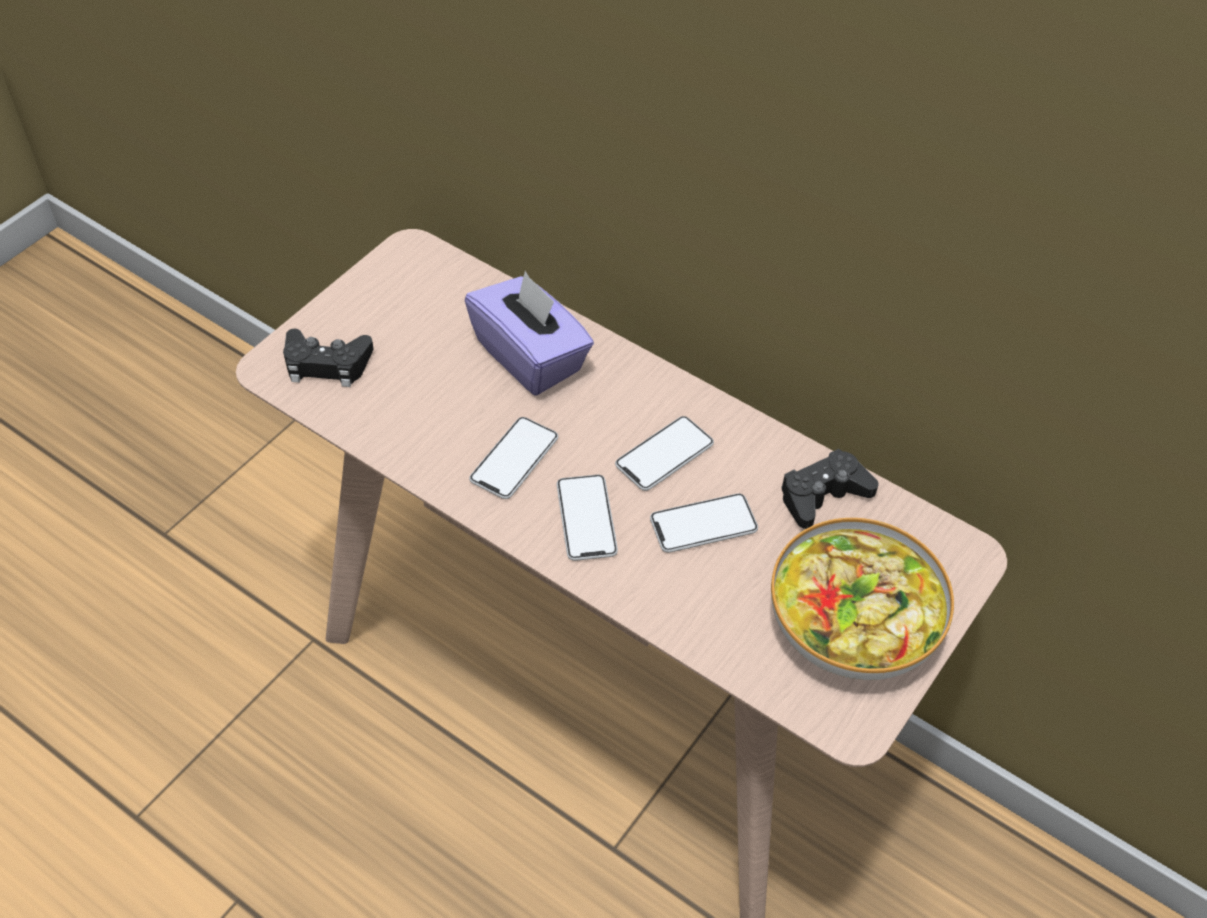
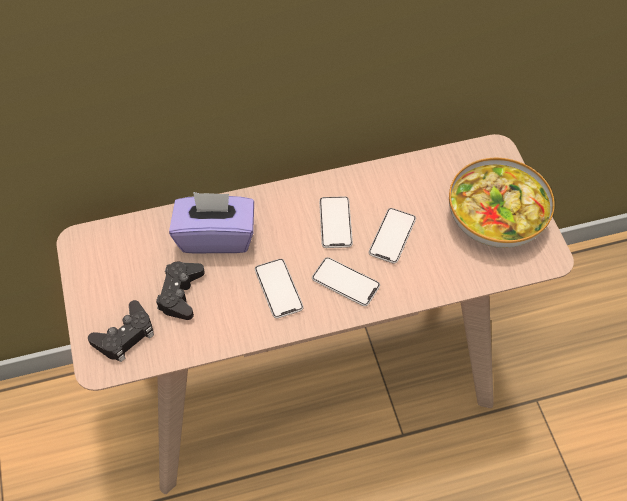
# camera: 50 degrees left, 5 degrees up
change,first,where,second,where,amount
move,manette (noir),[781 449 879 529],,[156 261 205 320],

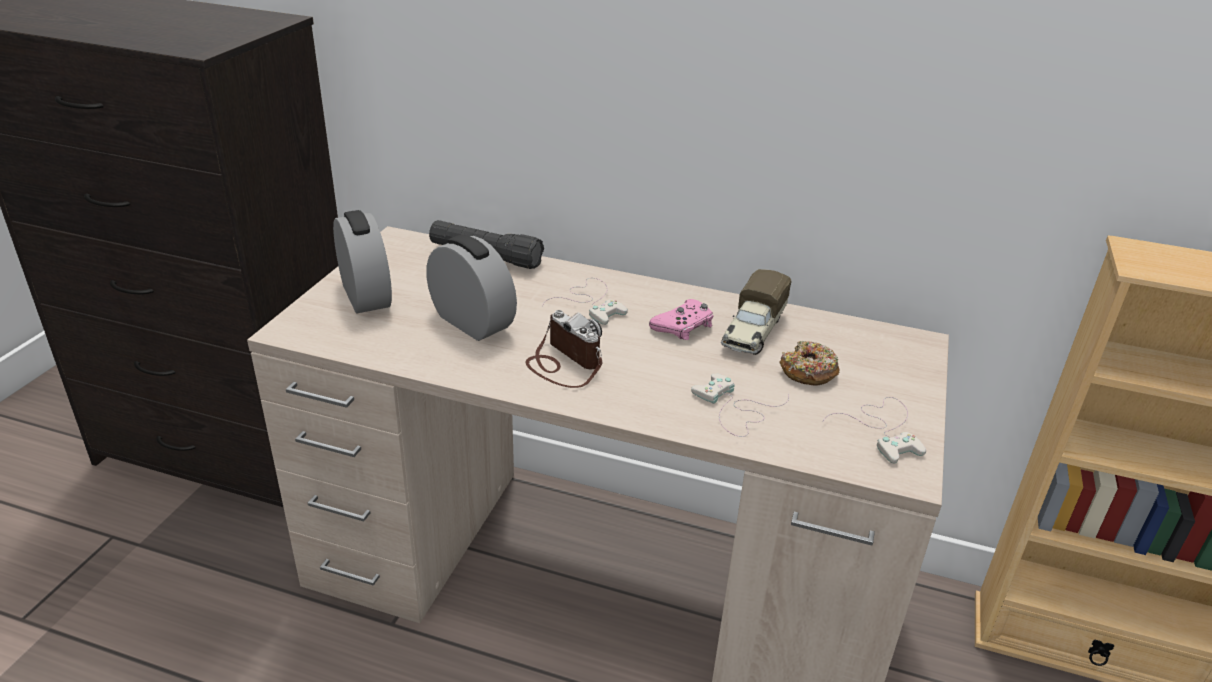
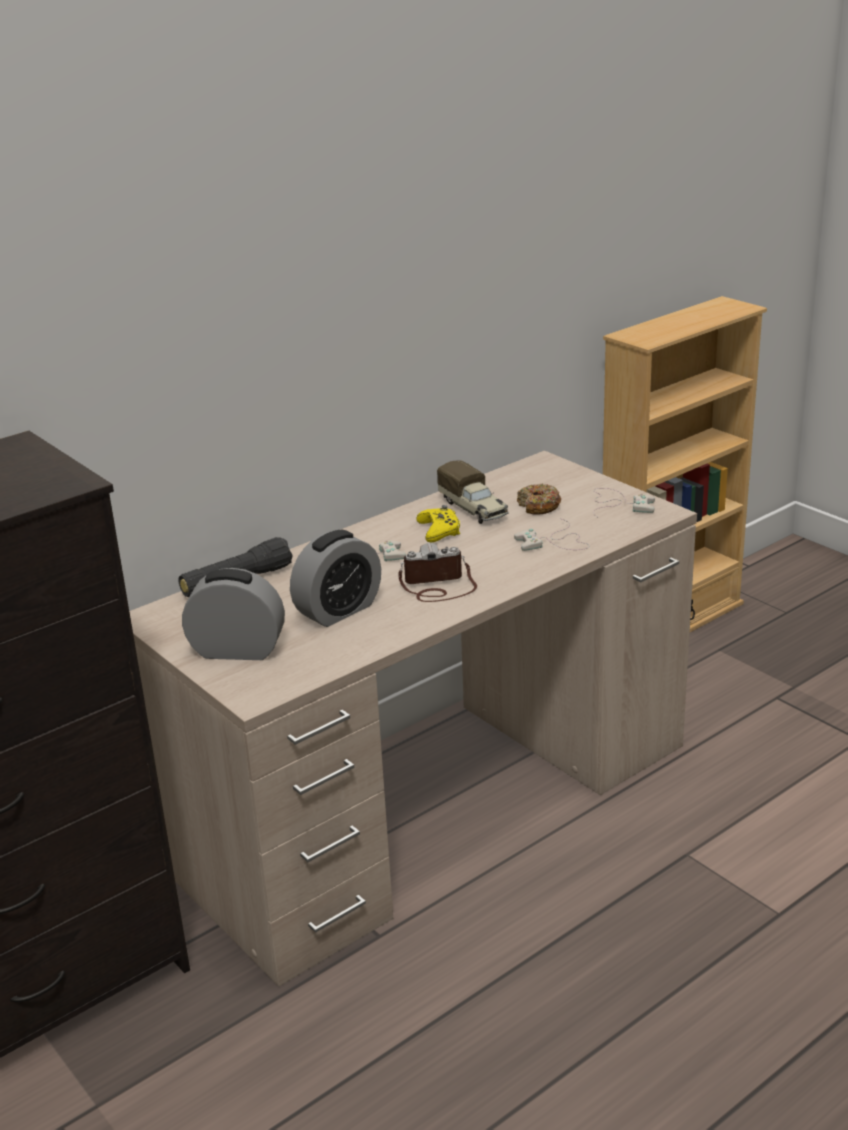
# camera: 55 degrees left, 5 degrees down
change,first,where,second,where,amount
recolor,manette (rose),[649 299 713 340],manette (jaune),[416 505 460 543],
rotate,réveil,[426 235 517 341],,[290 530 381 627],150 degrees clockwise

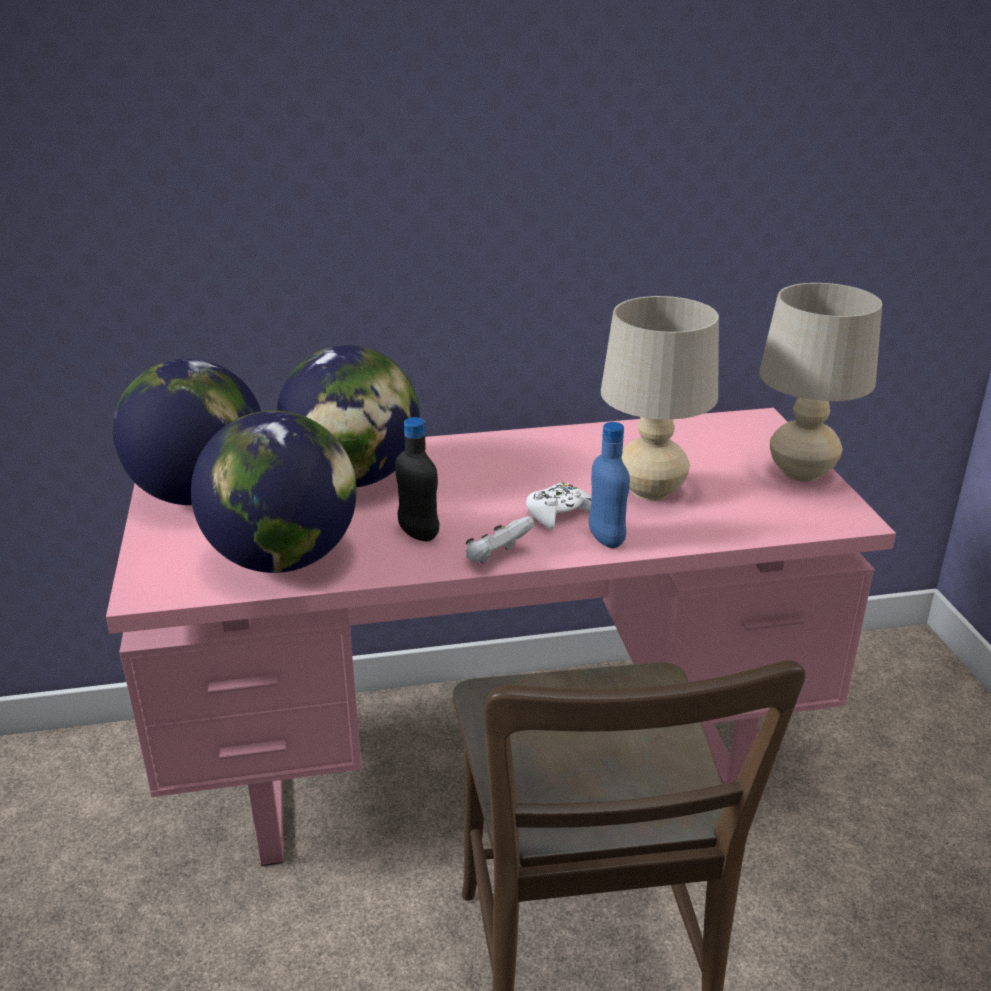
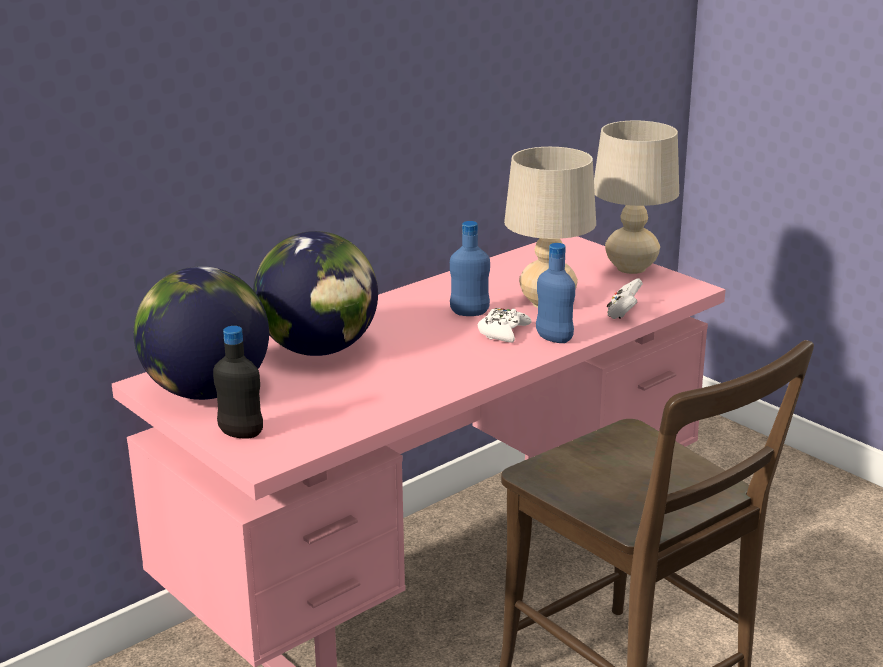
# camera: 30 degrees left, 5 degrees down
change,first,where,second,where,amount
delete,globe,[191 410 357 573],,,
insert,,,bouteille (bleu),[450 221 490 316],
move,bouteille (noir),[395 417 439 541],,[213 326 263 438],
move,manette (blanc),[466 516 535 564],,[607 278 643 319],

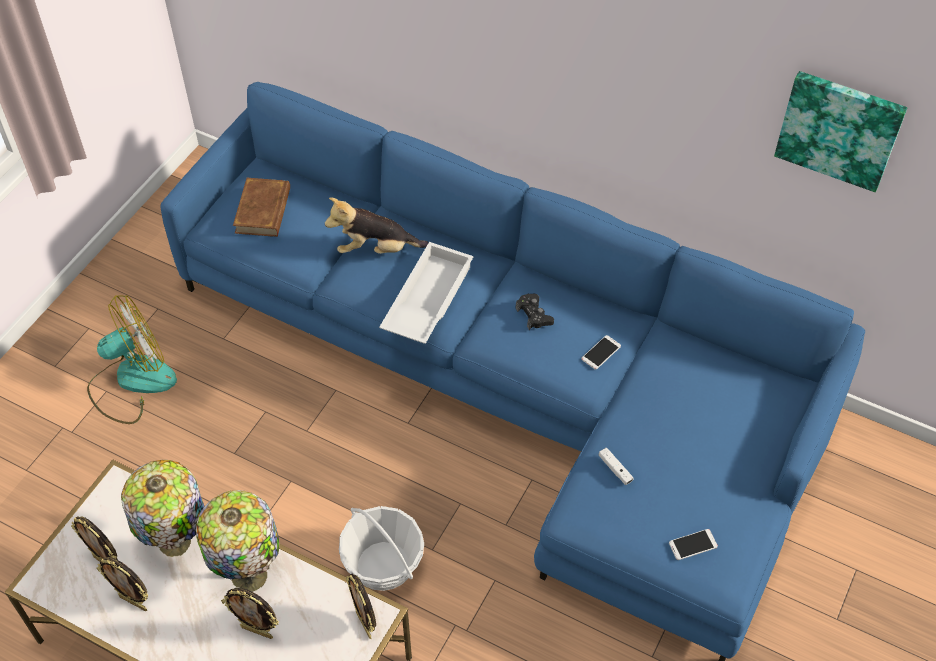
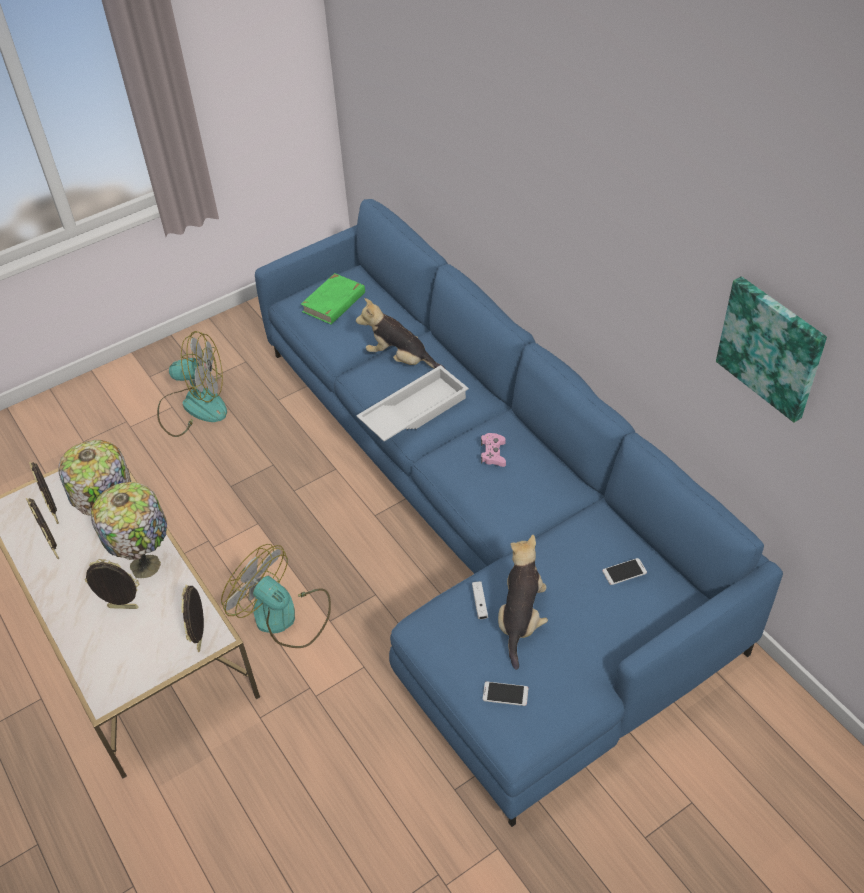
# camera: 30 degrees right, 5 degrees down
change,first,where,second,where,amount
insert,,,peluche,[498 535 548 670],
move,téléphone,[582 335 621 370],,[602 558 647 585],
replace,panier,[339 506 424 591],ventilateur,[221 544 331 648],
recolor,livre (marron),[233 178 290 237],livre (vert),[301 273 365 324],
recolor,manette (noir),[516 294 554 330],manette (rose),[481 433 506 467],
rotate,cadre photo,[221 588 279 639],,[85 559 139 609],135 degrees clockwise

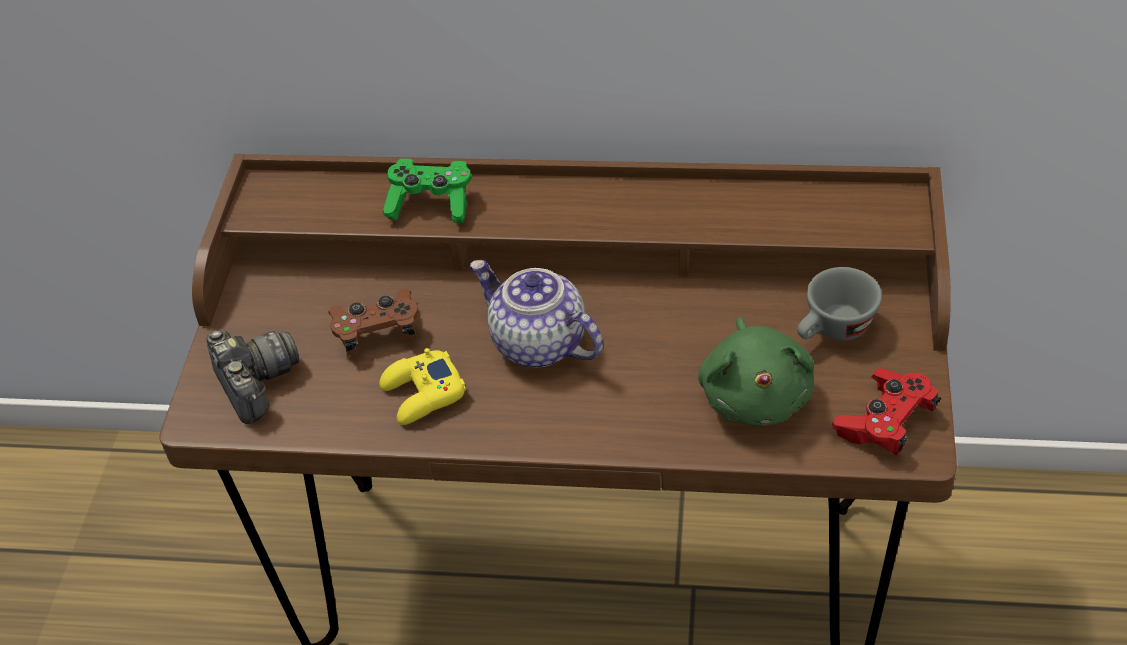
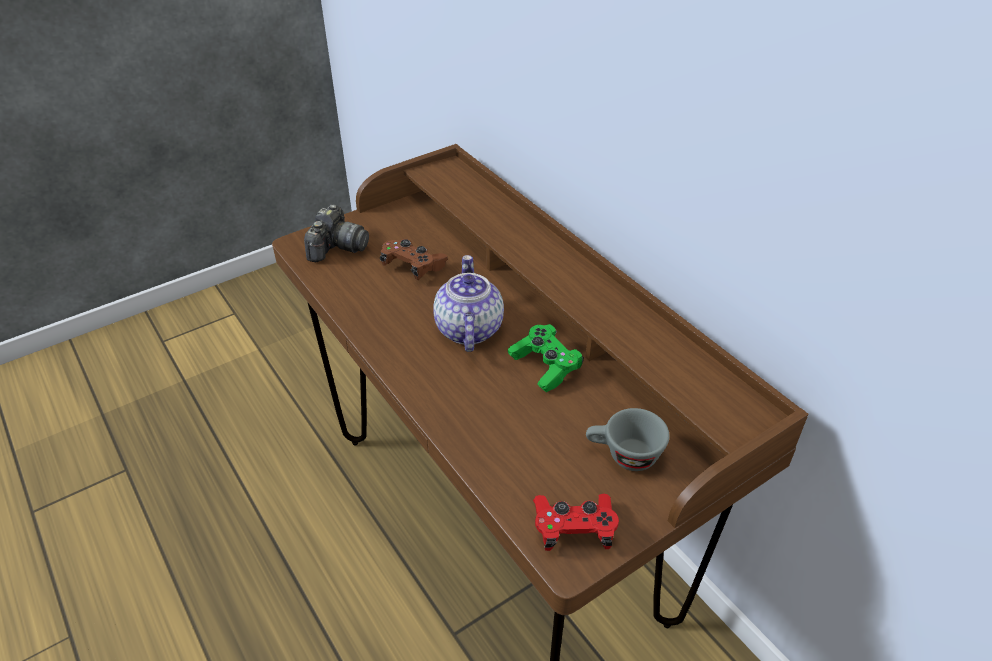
# camera: 45 degrees right, 5 degrees down
change,first,where,second,where,amount
delete,manette (jaune),[379 348 466 425],,,
delete,peluche (vert),[698 317 814 426],,,
move,manette (vert),[383 158 471 223],,[508 324 584 392],

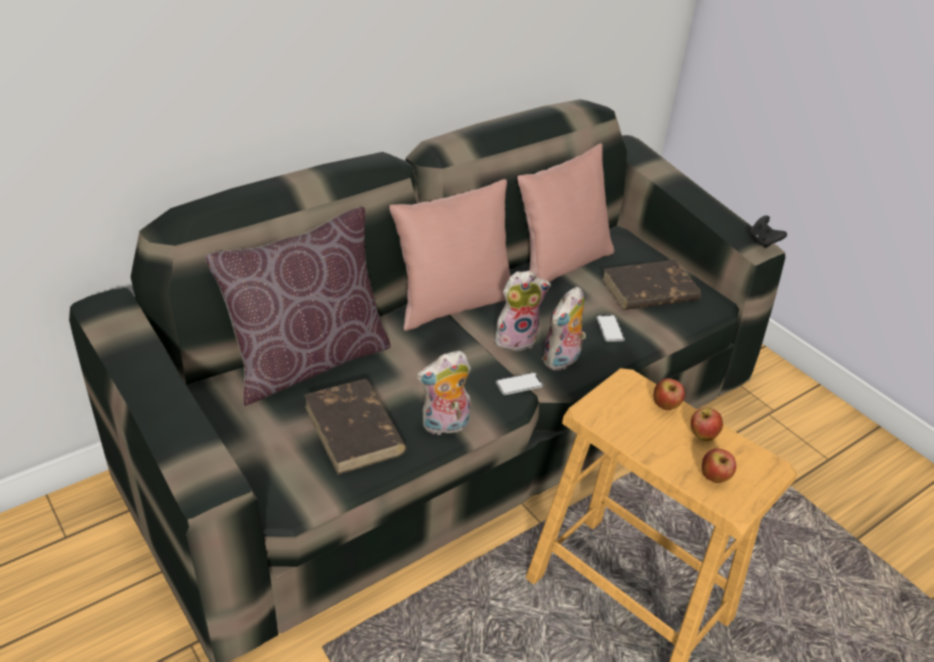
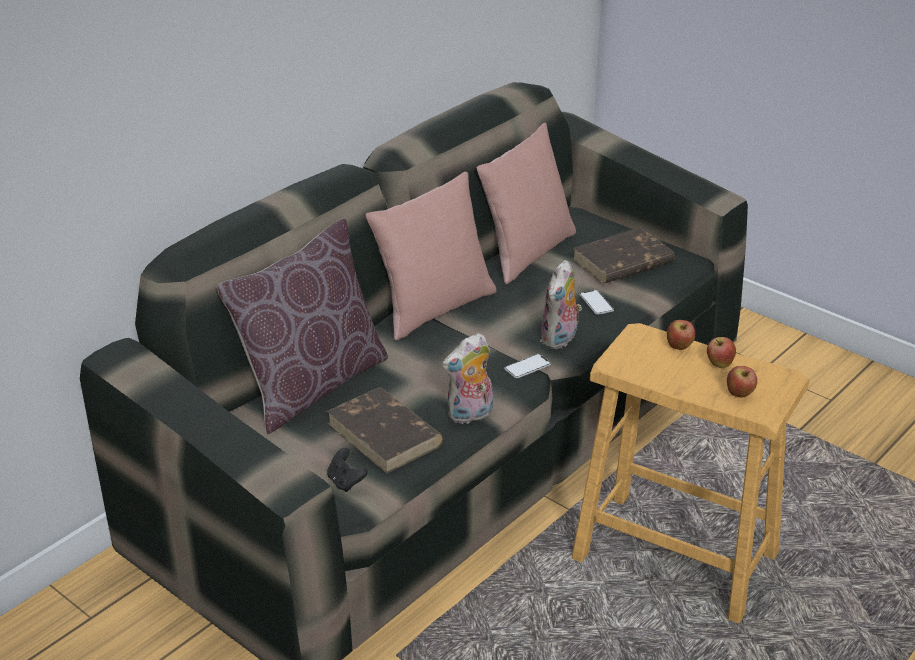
# camera: 10 degrees left, 5 degrees down
change,first,where,second,where,amount
delete,peluche,[495 270 551 351],,,
move,manette (noir),[750 216 787 248],,[327 448 368 492],

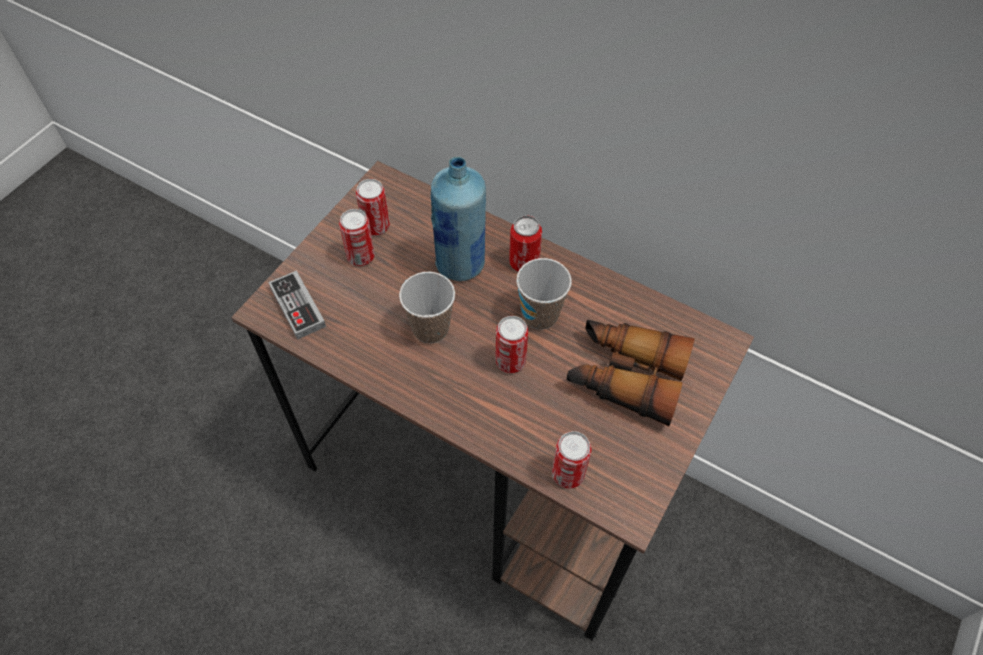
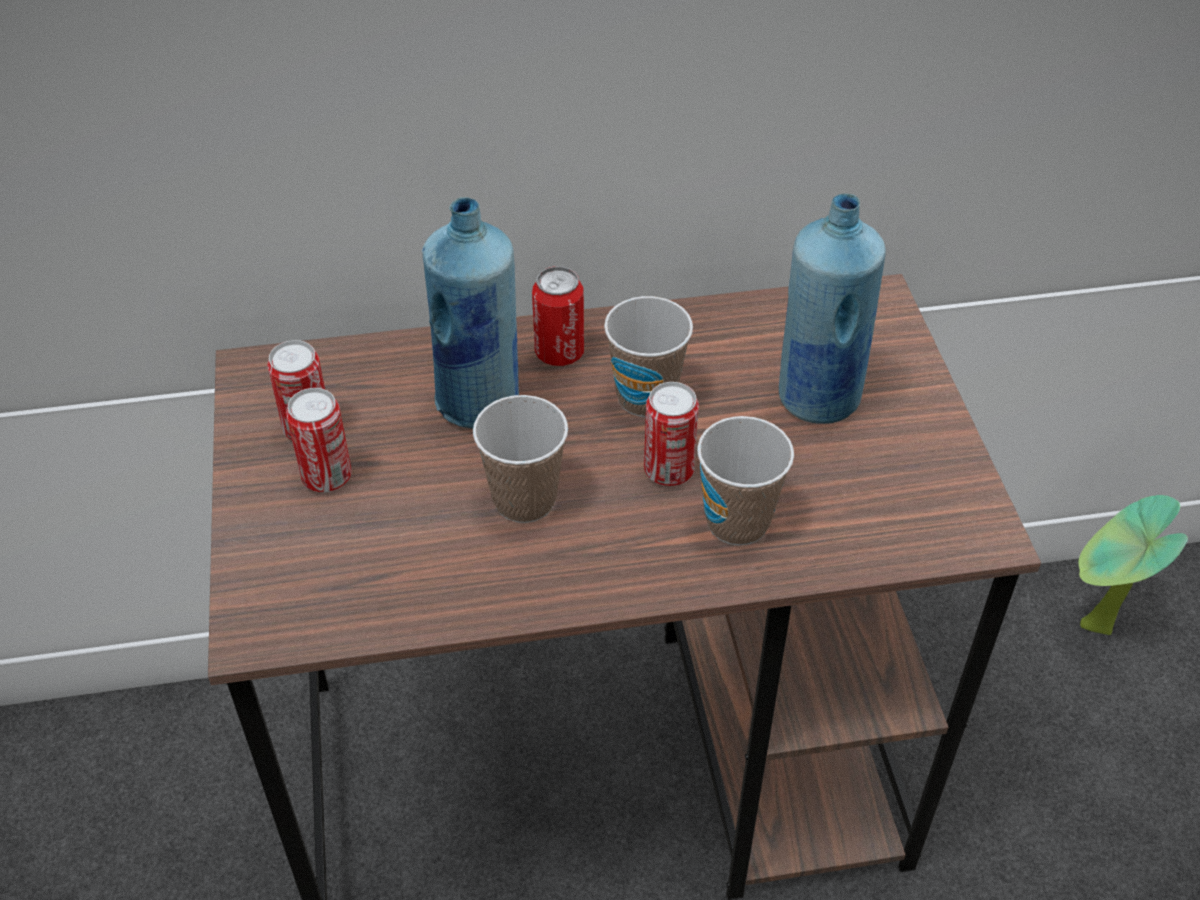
# camera: 40 degrees left, 10 degrees down
change,first,where,second,where,amount
delete,manette,[268 270 326 340],,,
delete,boîte métallique,[552 431 591 489],,,
insert,,,tasse,[697 416 794 546],
insert,,,plante en pot,[1078 495 1188 635],
replace,jumelles,[566 319 695 426],bouteille (bleu),[779 193 886 424],

